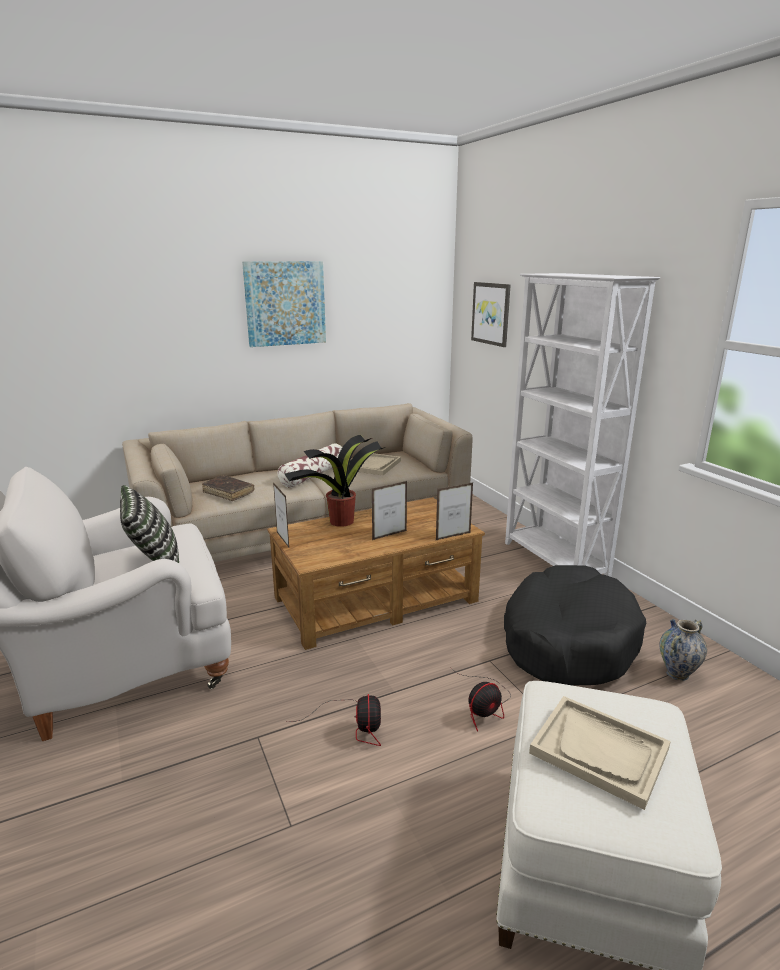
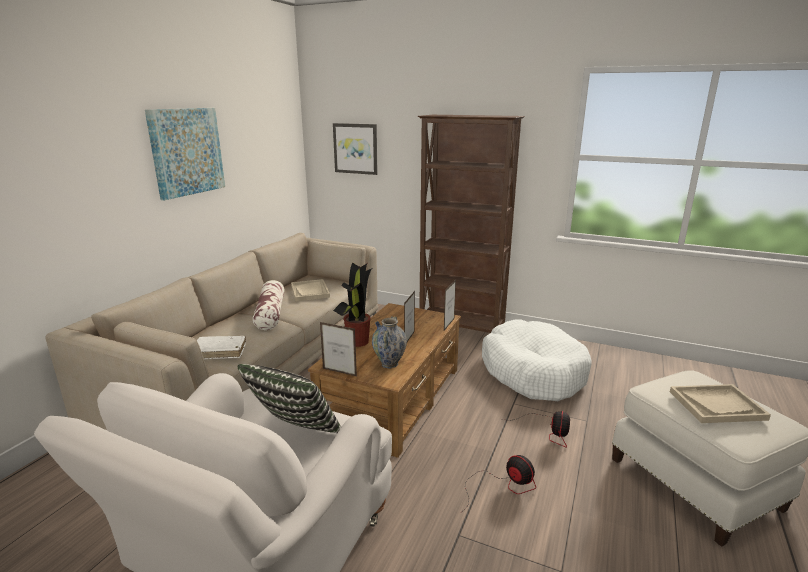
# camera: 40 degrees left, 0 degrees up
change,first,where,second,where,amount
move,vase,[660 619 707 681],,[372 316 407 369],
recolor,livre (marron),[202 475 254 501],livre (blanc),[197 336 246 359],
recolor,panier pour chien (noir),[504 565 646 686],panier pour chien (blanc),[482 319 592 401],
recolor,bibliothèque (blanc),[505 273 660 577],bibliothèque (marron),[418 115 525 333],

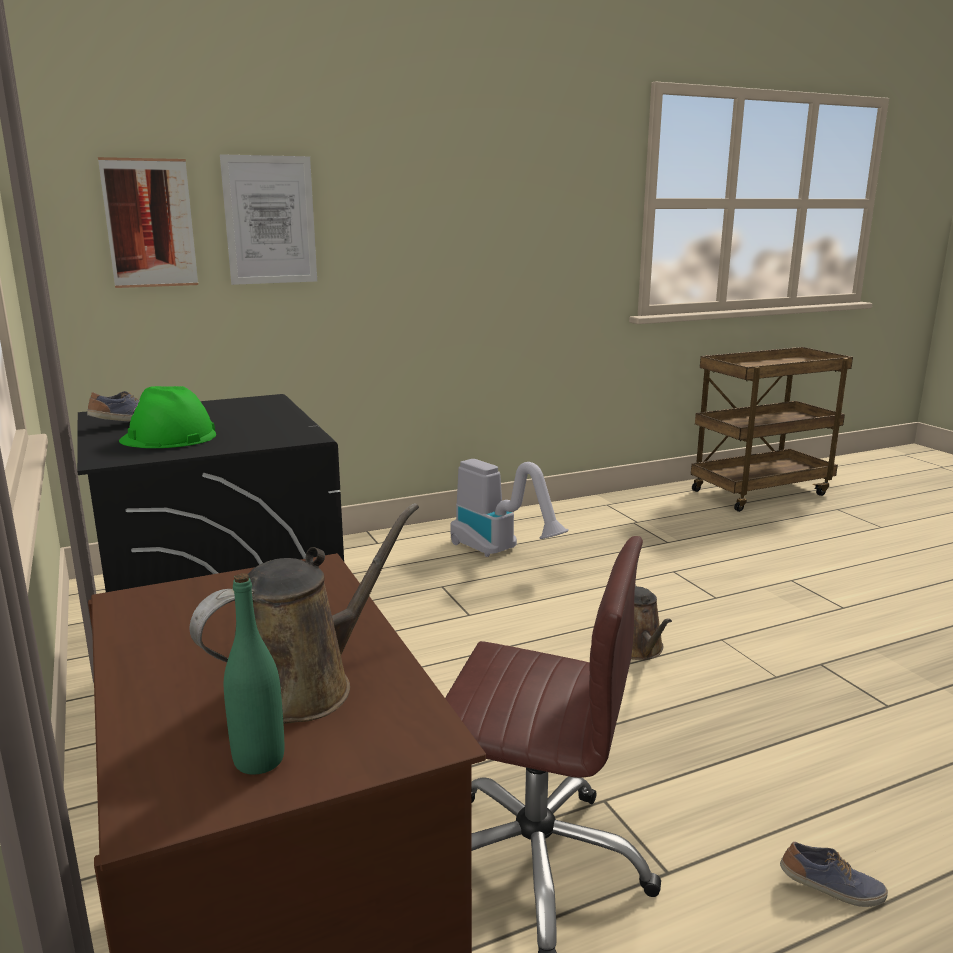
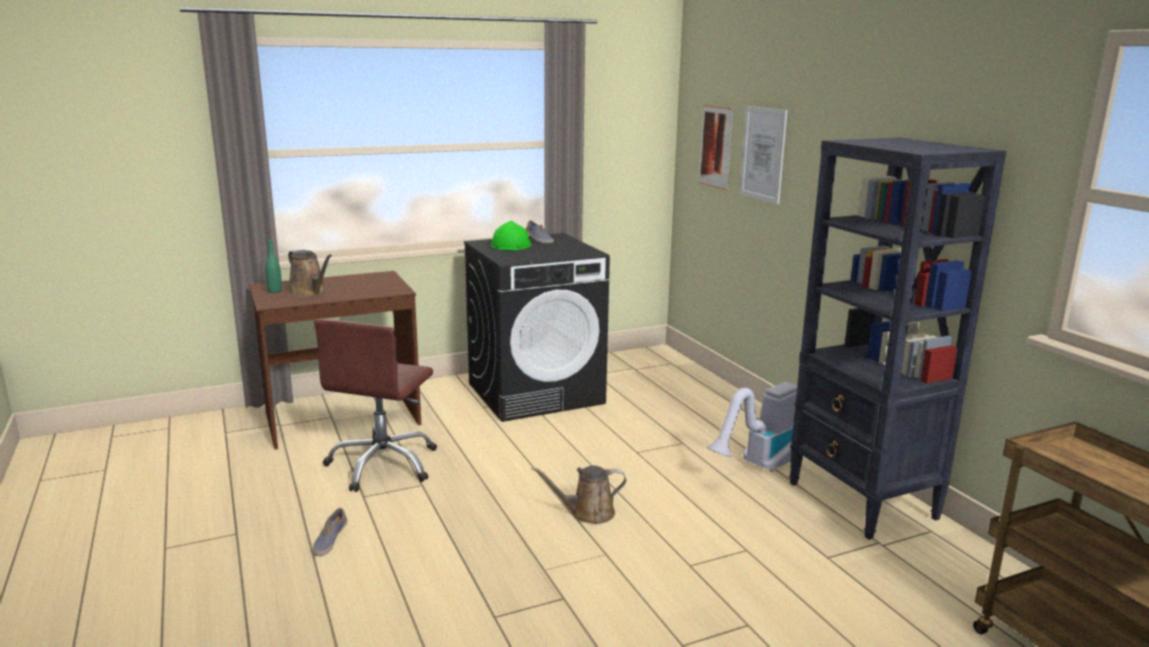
# camera: 90 degrees right, 0 degrees up
change,first,where,second,where,amount
insert,,,bibliothèque (noir),[789 138 1006 540],

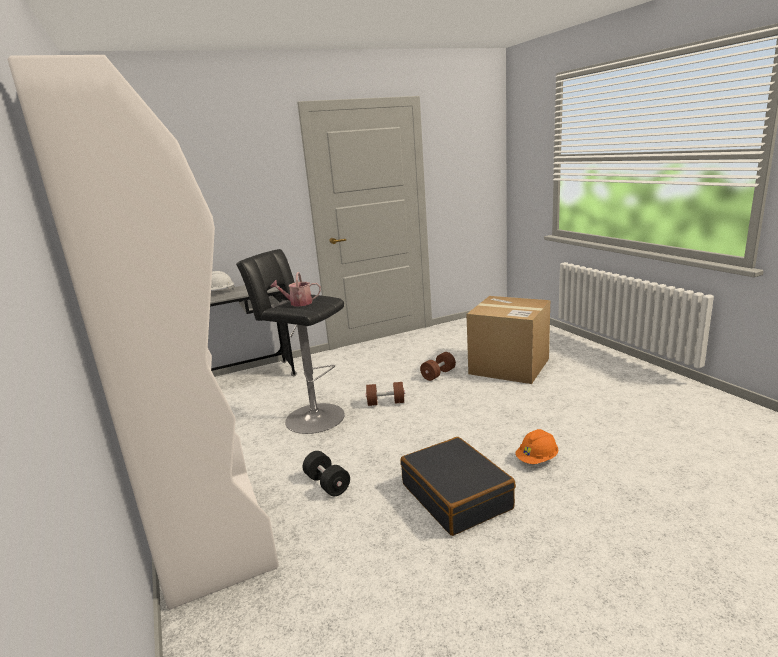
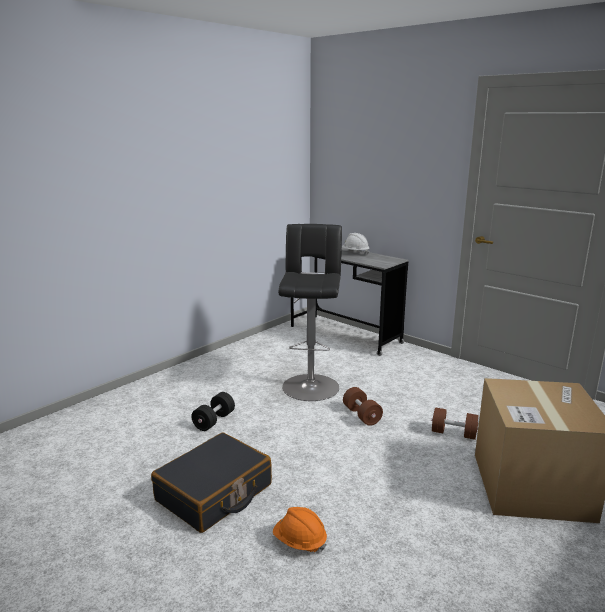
# camera: 65 degrees right, 0 degrees up
change,first,where,second,where,amount
delete,bibliothèque (blanc),[7 55 279 609],,,
delete,arrosoir,[270 272 321 306],,,

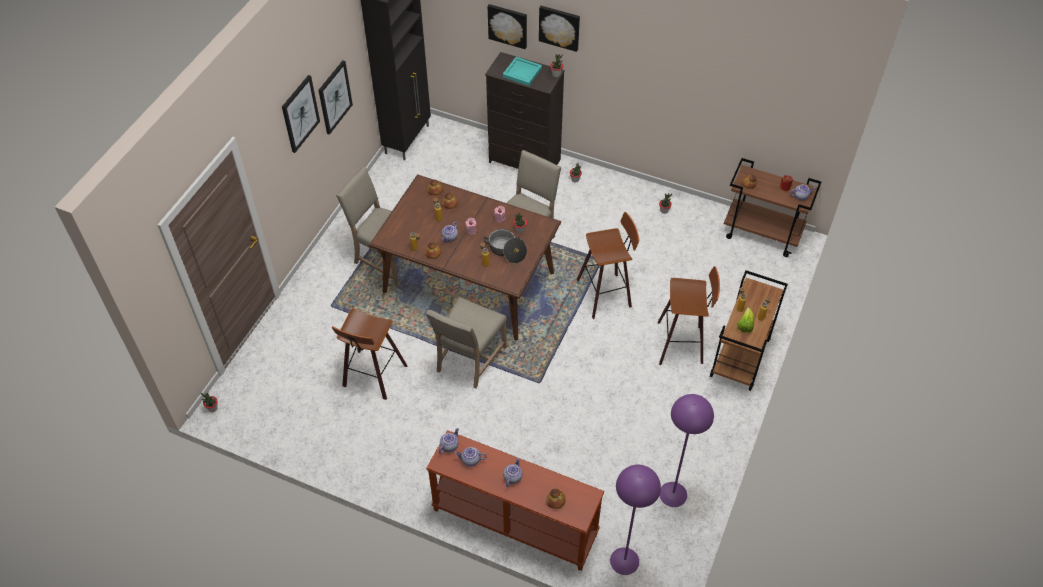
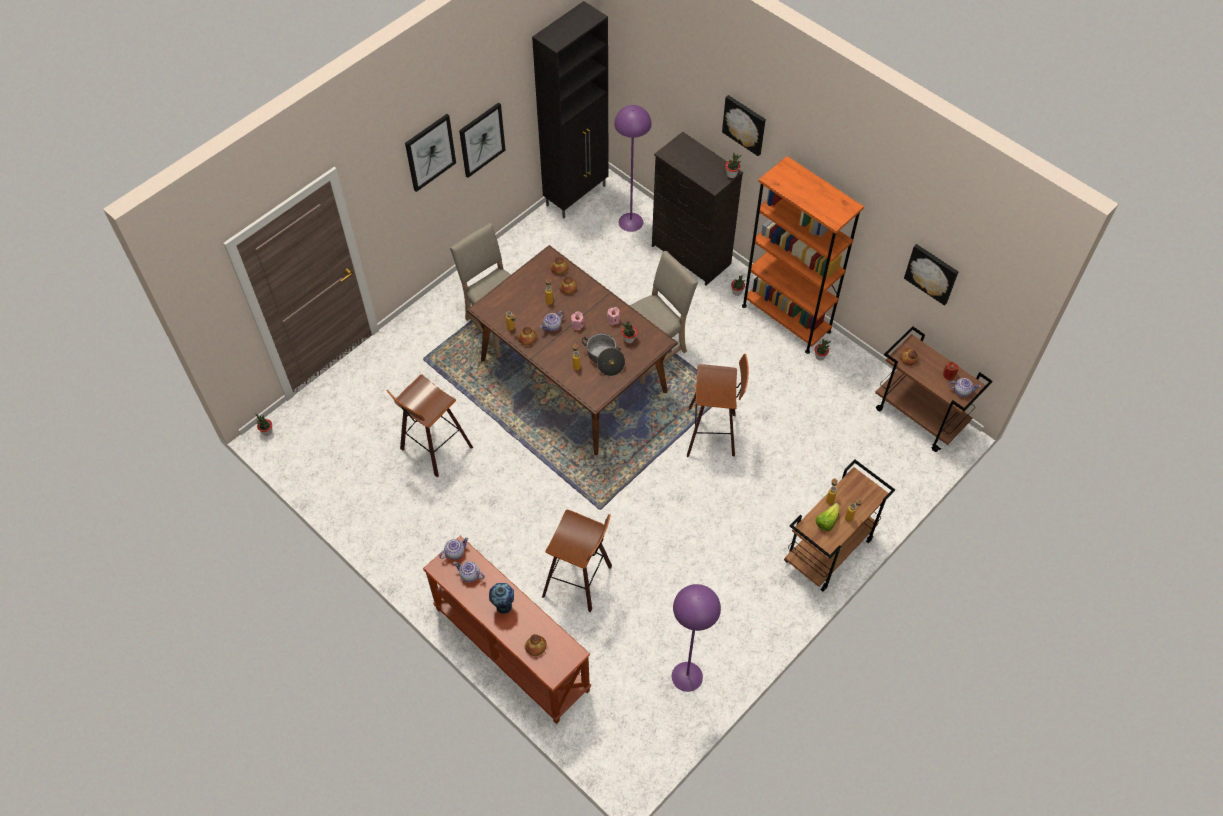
# camera: 20 degrees right, 5 degrees up
change,first,where,second,where,amount
delete,chaise (beige),[426 297 507 388],,,
delete,plateau (turquoise),[503 57 542 86],,,
insert,,,bibliothèque (orange),[742 156 864 354],
move,tableau,[488 4 527 49],,[904 244 959 306],
move,lampadaire (violet),[610 465 661 575],,[614 105 651 232],
move,tabouret,[658 266 720 365],,[542 509 612 612],
replace,théière,[503 458 522 487],vase,[489 583 514 614],

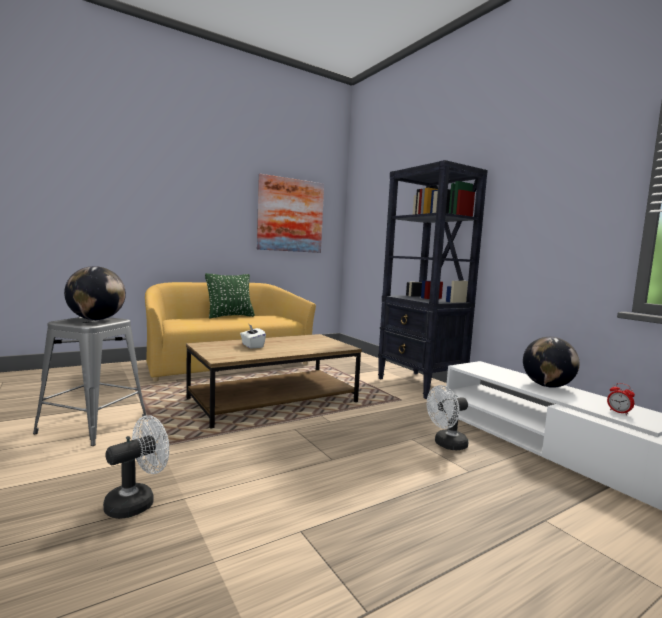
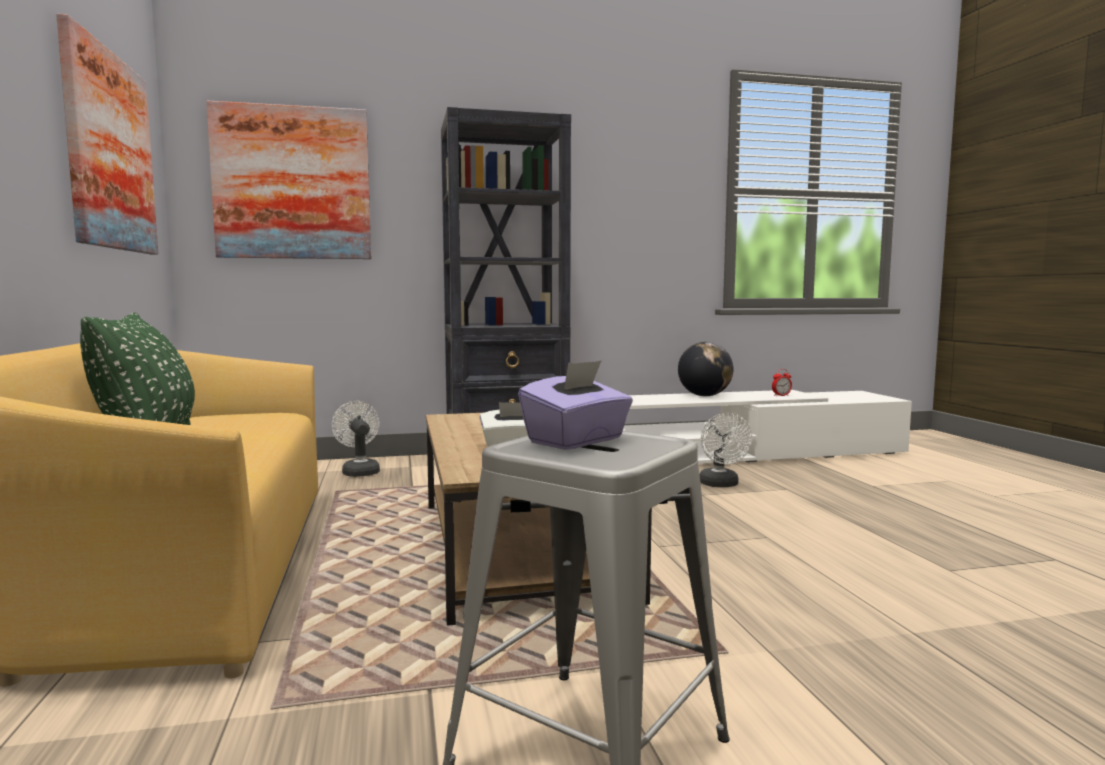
# camera: 70 degrees left, 0 degrees up
change,first,where,second,where,amount
insert,,,tableau,[206 100 371 259],
move,ventilateur (blanc),[103 415 169 519],,[331 401 380 477],
replace,globe,[64 266 126 320],boîte à mouchoirs (violet),[518 360 633 450],

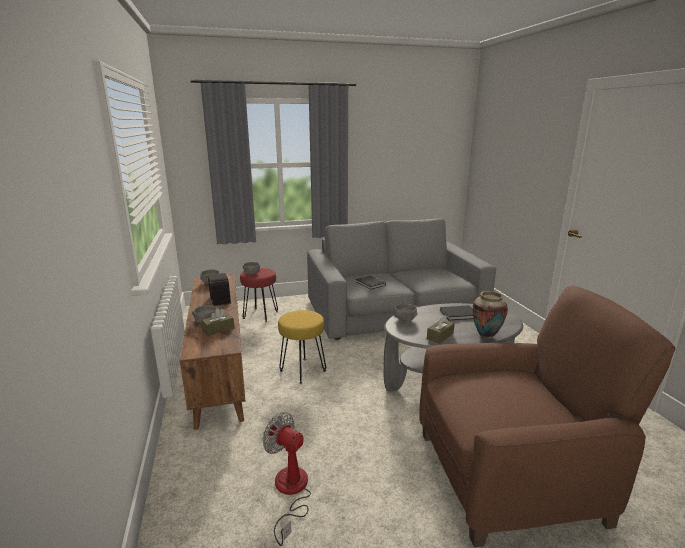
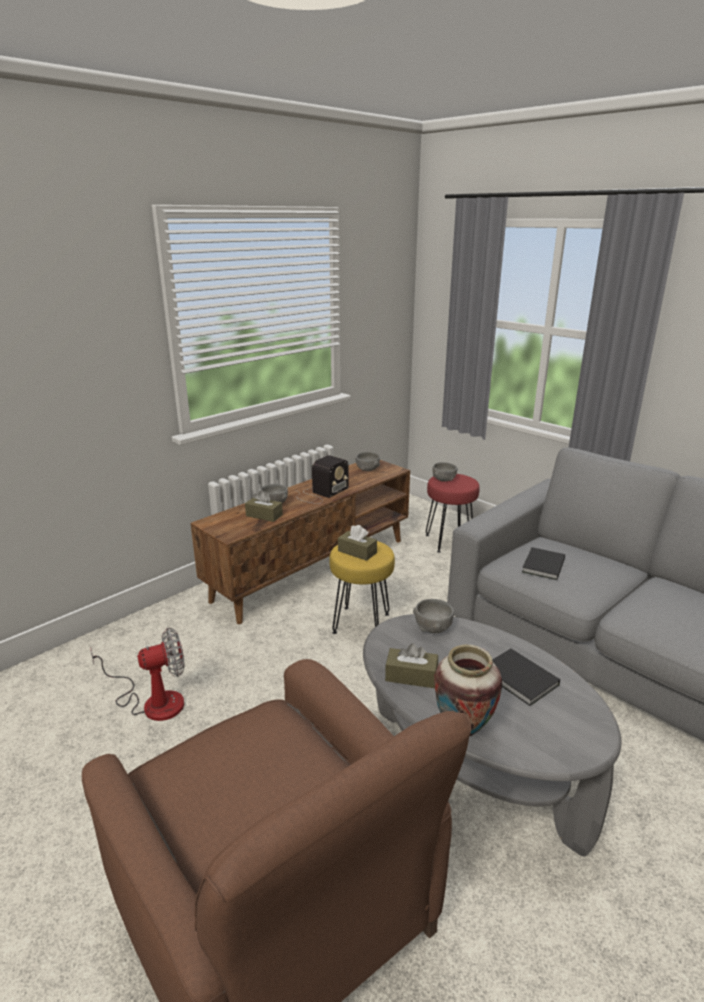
# camera: 60 degrees right, 5 degrees up
change,first,where,second,where,amount
insert,,,boîte à mouchoirs (marron),[338 525 377 561],
rotate,ventilateur,[262 412 311 546],,[91 628 185 721],60 degrees clockwise

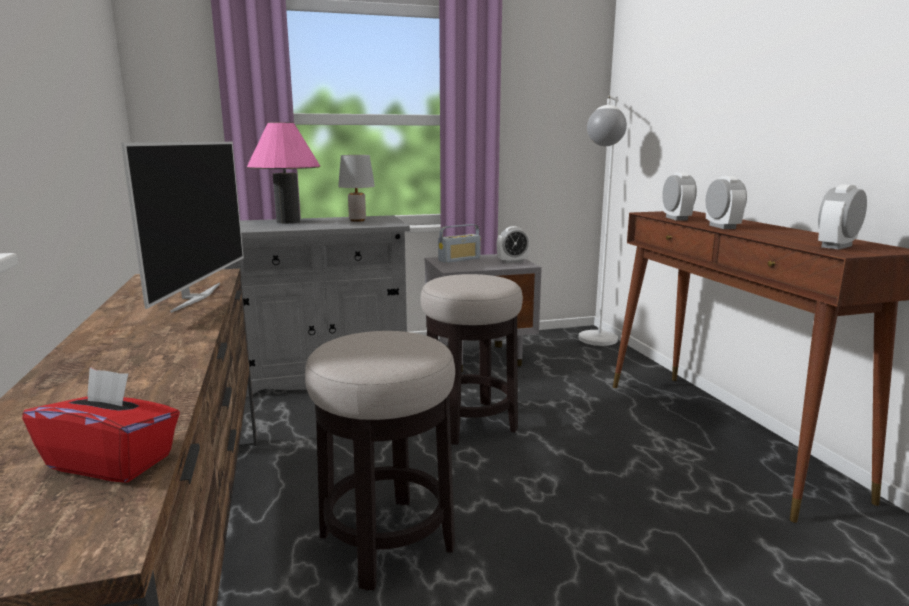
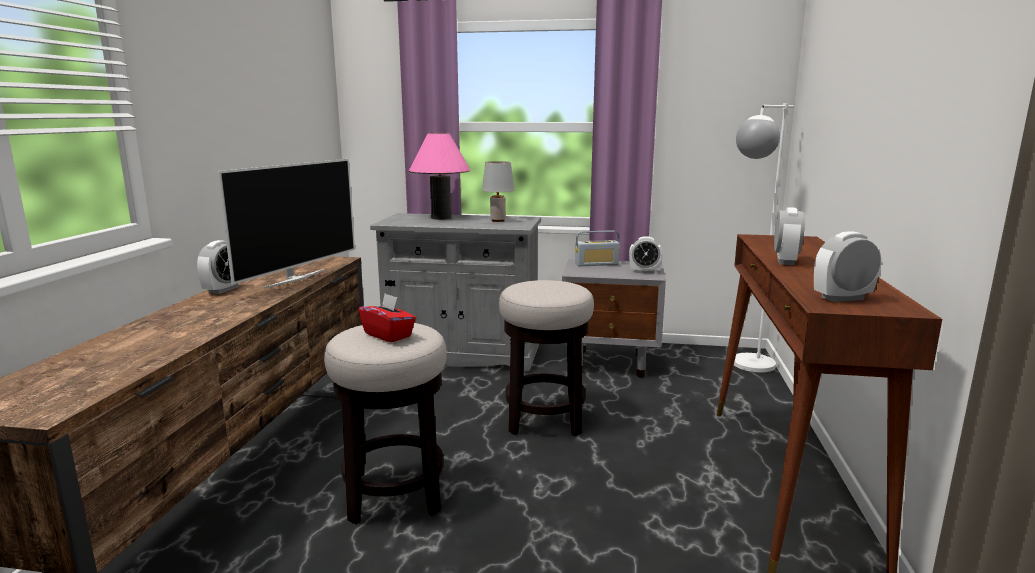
# camera: 25 degrees right, 0 degrees up
change,first,where,second,where,amount
move,boîte à mouchoirs (rouge),[22 367 180 483],,[358 293 416 343],
move,réveil,[662 173 697 221],,[197 240 238 294],

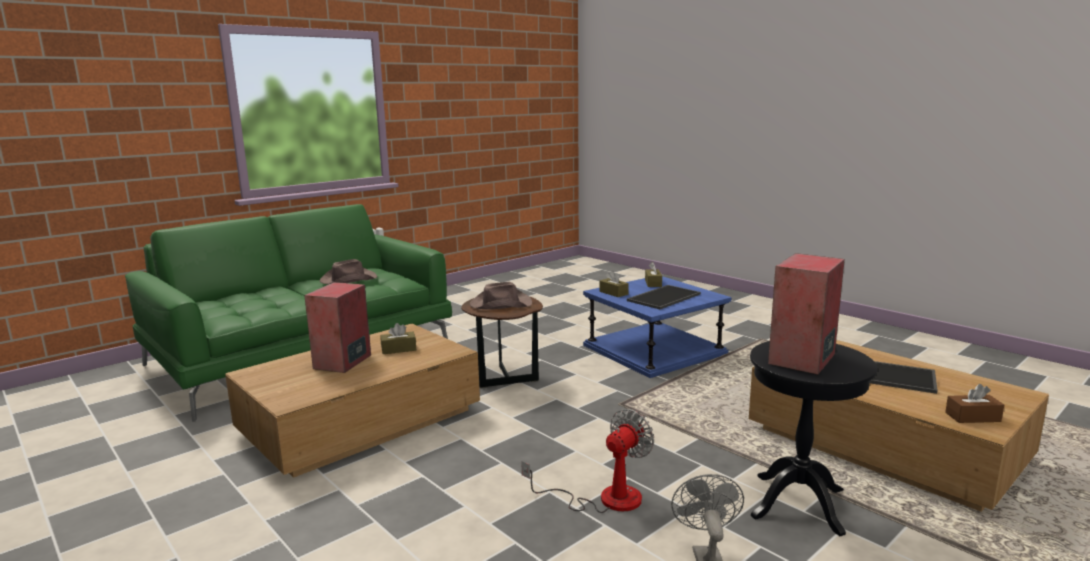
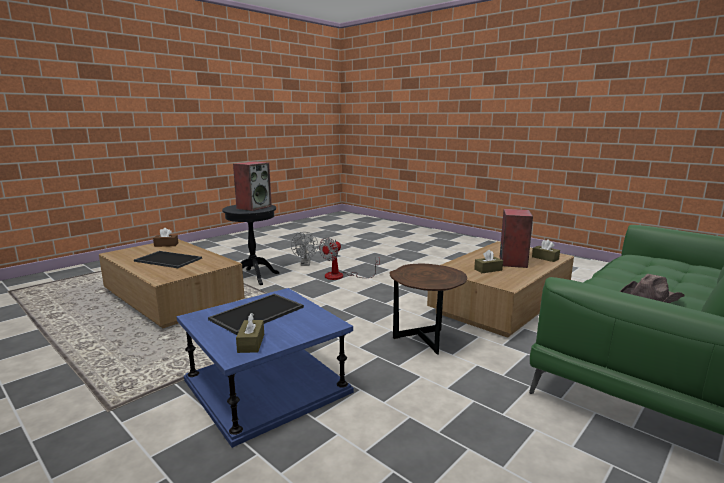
# camera: 175 degrees right, 0 degrees up
change,first,where,second,where,amount
delete,chapeau (marron),[470 282 532 309],,,
move,boîte à mouchoirs (marron),[599 271 629 297],,[532 239 560 262],

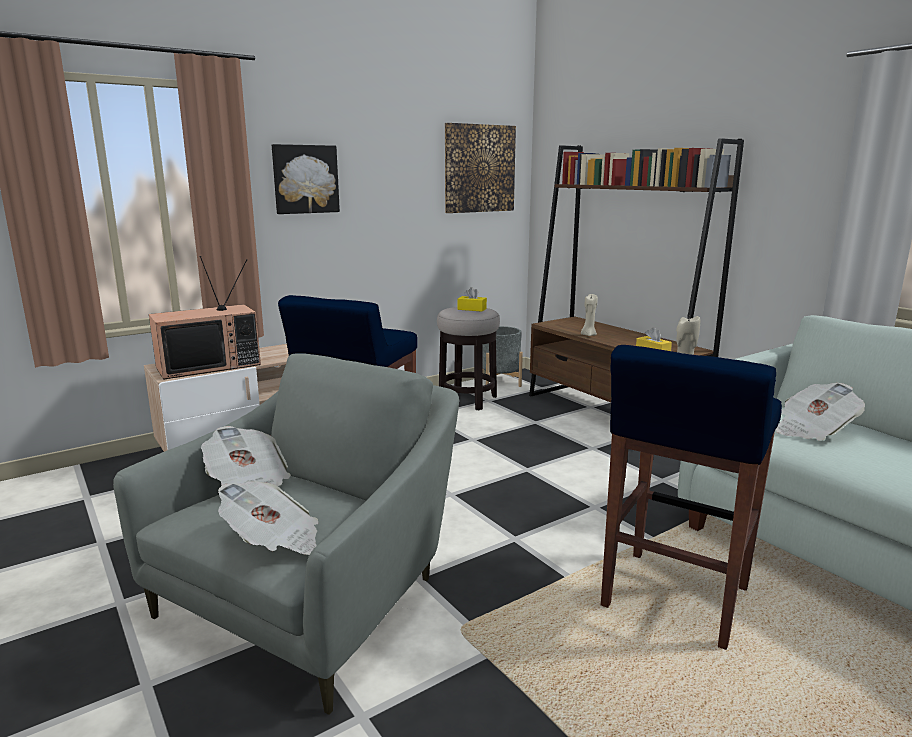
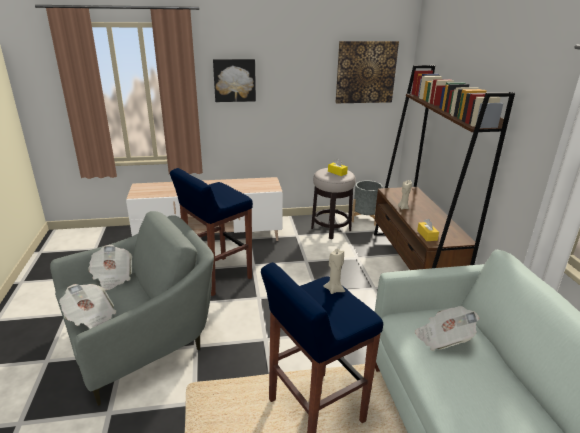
# camera: 25 degrees right, 10 degrees up
change,first,where,second,where,amount
delete,téléviseur,[149 256 261 380],,,

